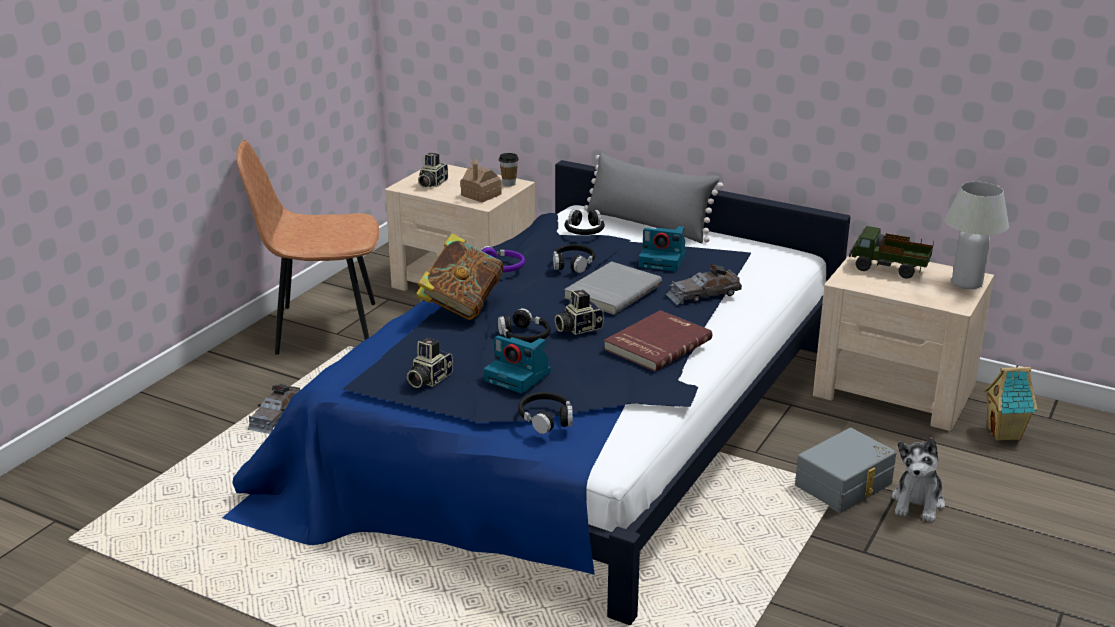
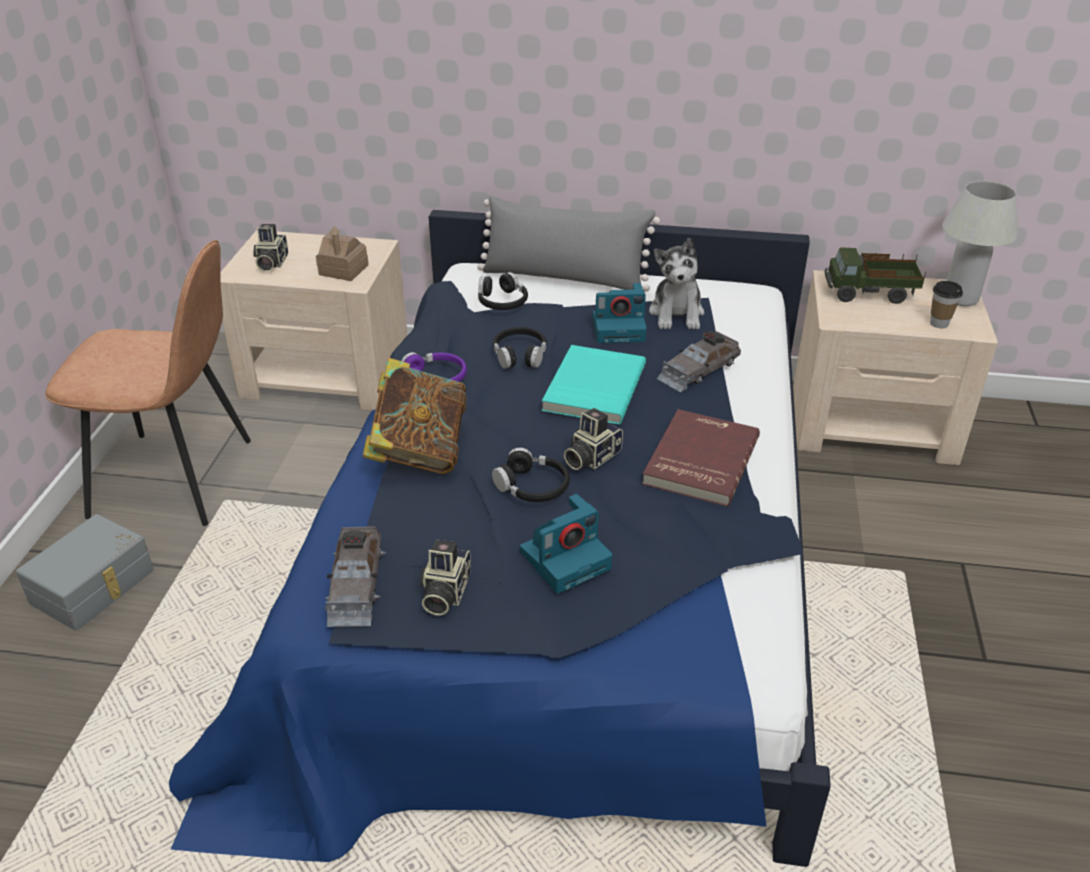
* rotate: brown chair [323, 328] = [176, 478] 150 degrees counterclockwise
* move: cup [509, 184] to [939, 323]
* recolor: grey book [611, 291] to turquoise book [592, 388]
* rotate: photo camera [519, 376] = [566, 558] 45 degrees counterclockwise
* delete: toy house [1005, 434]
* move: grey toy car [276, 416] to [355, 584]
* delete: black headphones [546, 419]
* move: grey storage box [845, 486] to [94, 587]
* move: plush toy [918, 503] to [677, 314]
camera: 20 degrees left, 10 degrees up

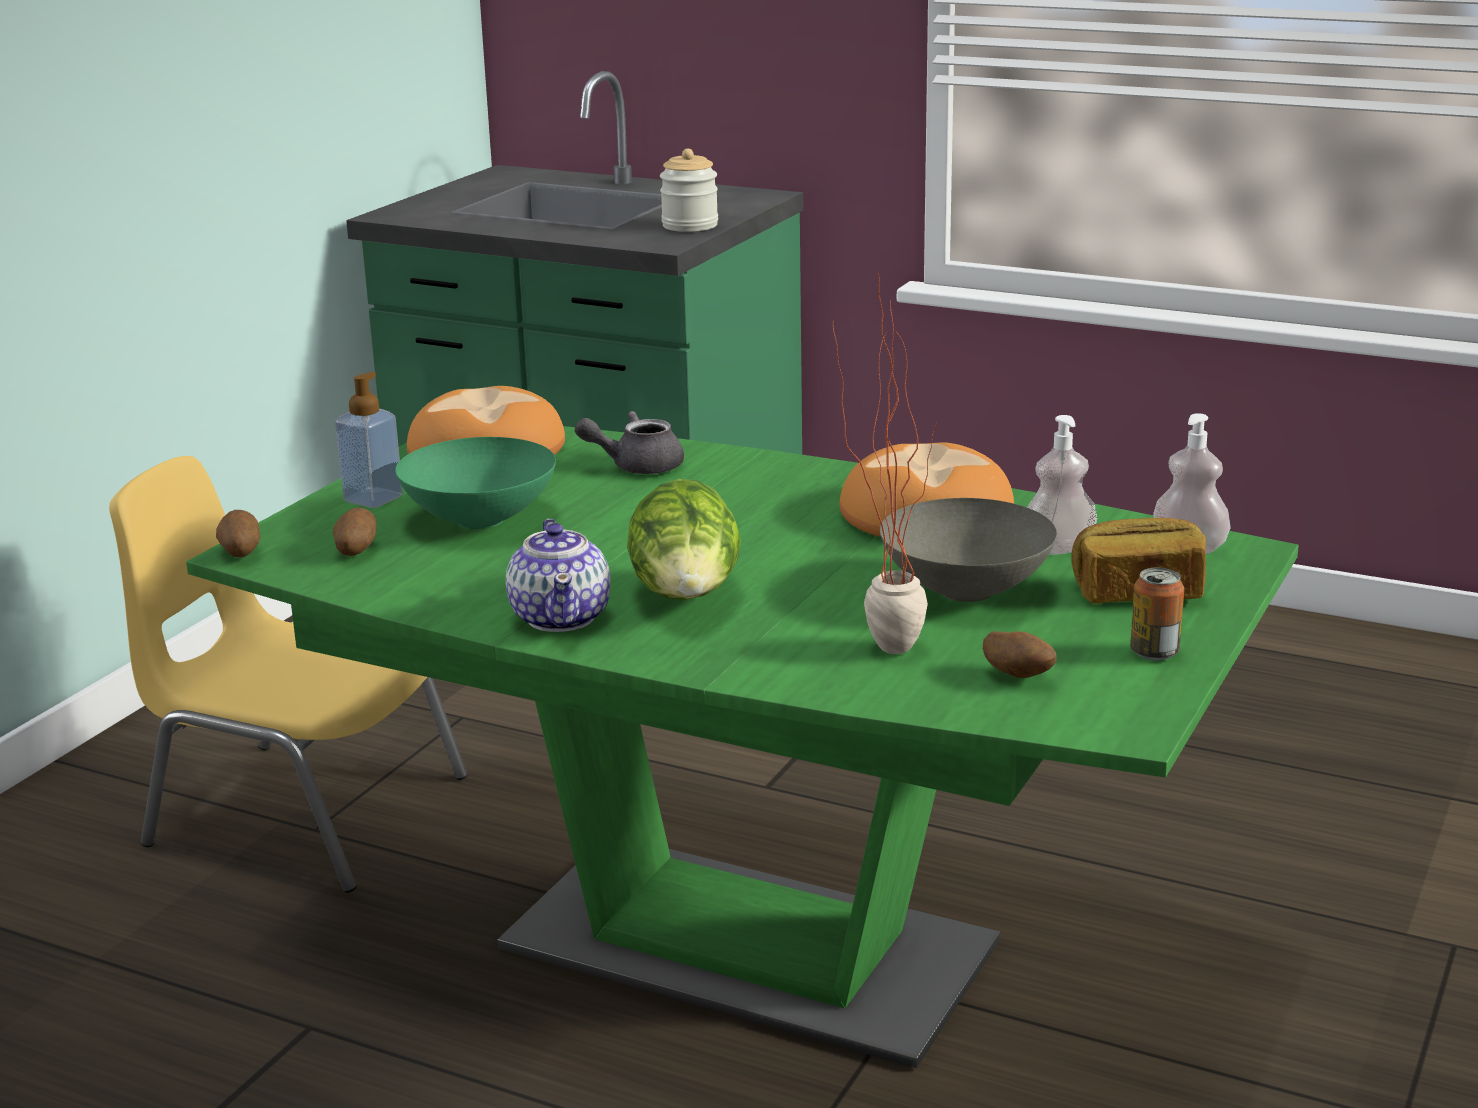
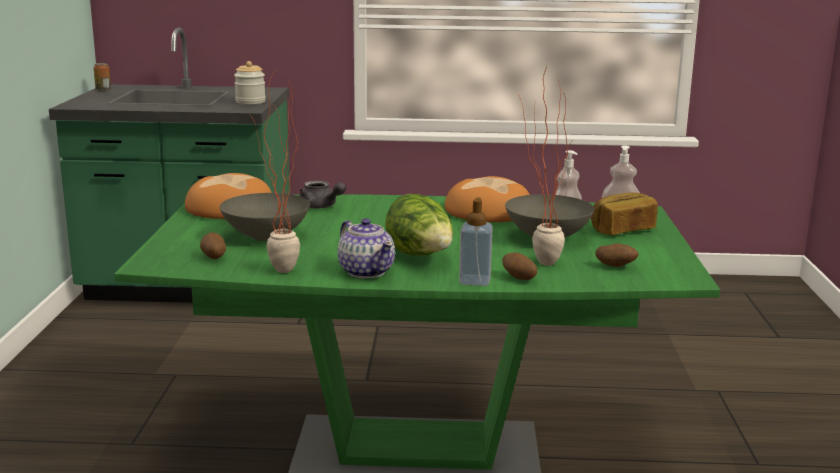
* move: soap dispenser [373, 499] to [474, 281]
* rotate: grey teapot [636, 466] = [320, 207] 105 degrees counterclockwise
* recolor: green bowl [478, 520] to grey bowl [266, 237]
* delete: yellow chair [302, 811]
* move: potato [240, 553] to [518, 278]
* move: can [1154, 652] to [103, 89]
* insert: potted plant [278, 274]
camera: 25 degrees left, 5 degrees down

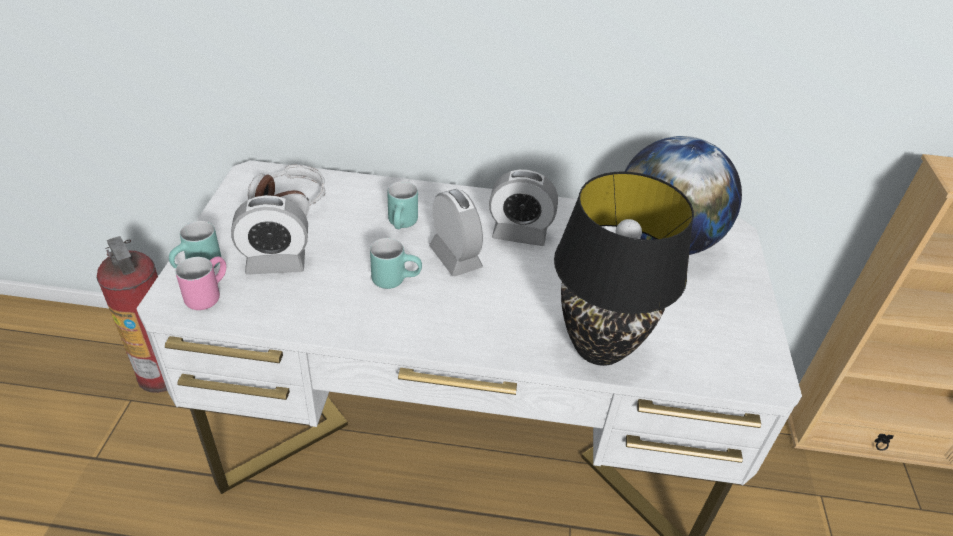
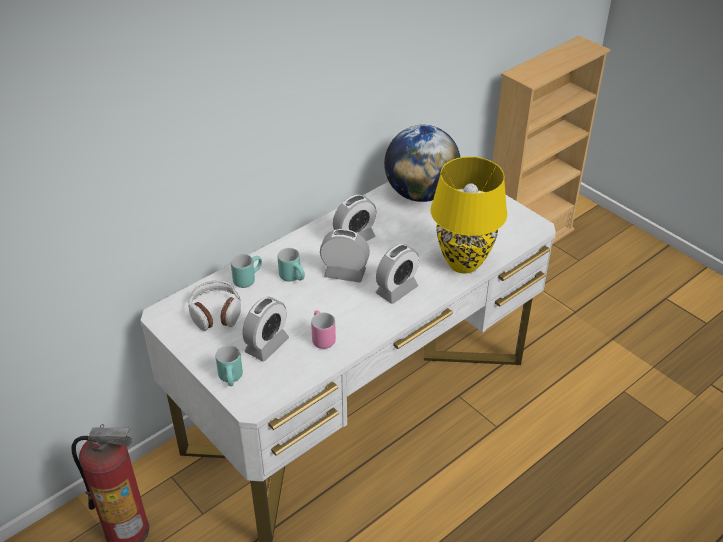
* recolor: black table lamp [599, 348] to yellow table lamp [464, 264]
* move: turquoise mug [396, 279] to [247, 278]
* move: pink mug [207, 294] to [320, 338]
* insert: alarm clock [396, 290]
camera: 45 degrees left, 0 degrees up

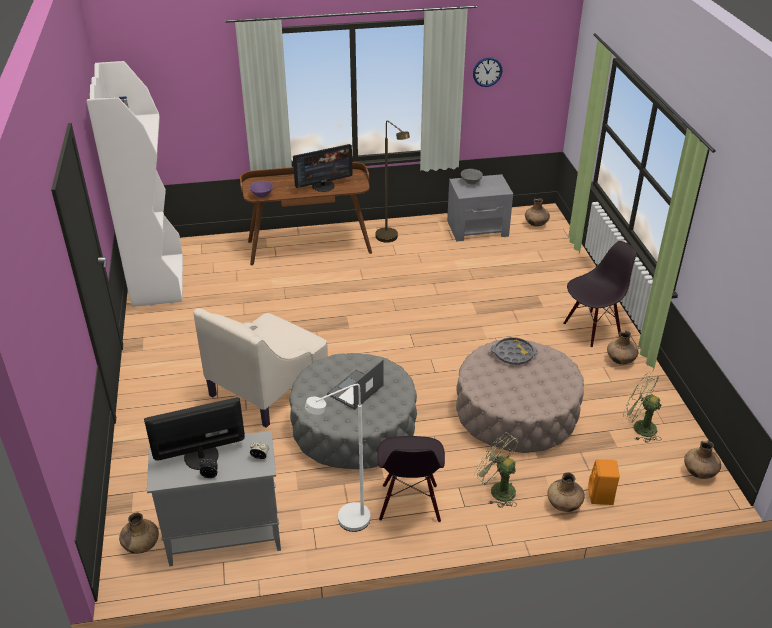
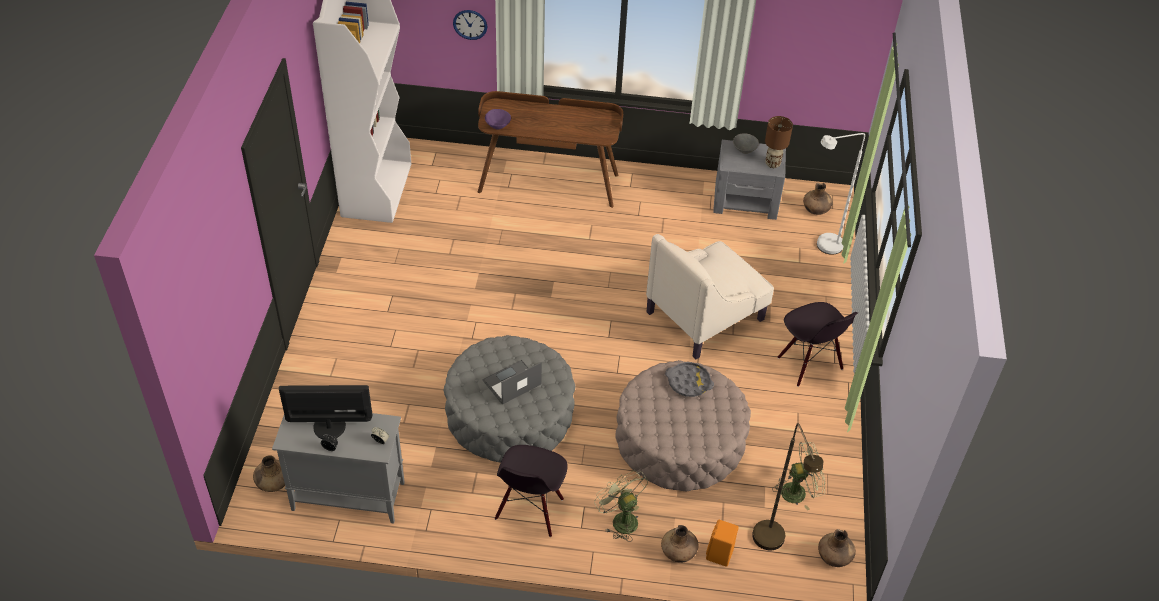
* move: wall clock [487, 72] to [470, 24]
* move: brown floor lamp [390, 239] to [772, 544]
* delete: monitor [323, 186]
* rotate: black chair [592, 329] = [809, 364] 75 degrees clockwise
* move: beige armchair [269, 385] to [706, 315]
* delete: brown vase [620, 360]
* rotate: green fan [639, 427] = [798, 491] 120 degrees clockwise
* move: white floor lamp [346, 523] to [823, 247]
* insert: brown table lamp [772, 164]
camera: 15 degrees right, 10 degrees up

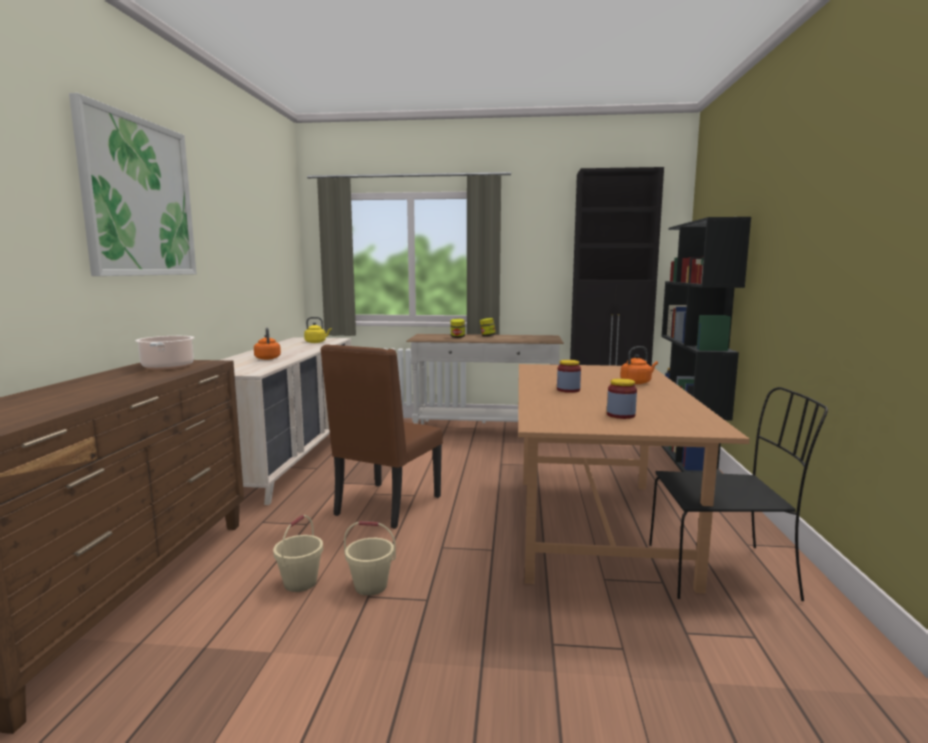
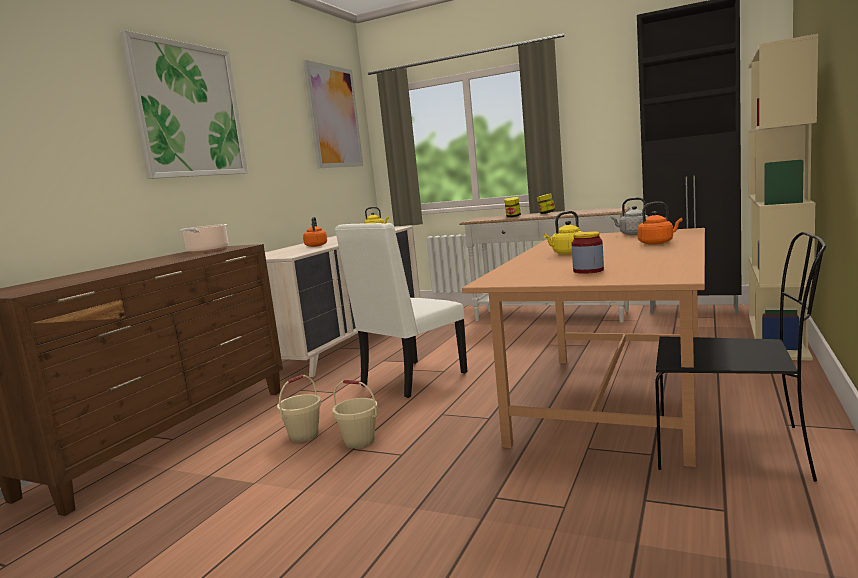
* recolor: black bookcase [687, 457] to beige bookcase [778, 336]
* recolor: brown chair [386, 506] to white chair [411, 380]
* replace: jar [568, 390] to yellow kettle [567, 253]
* insert: picture [334, 117]
* insert: grey kettle [633, 234]
camera: 20 degrees right, 0 degrees up

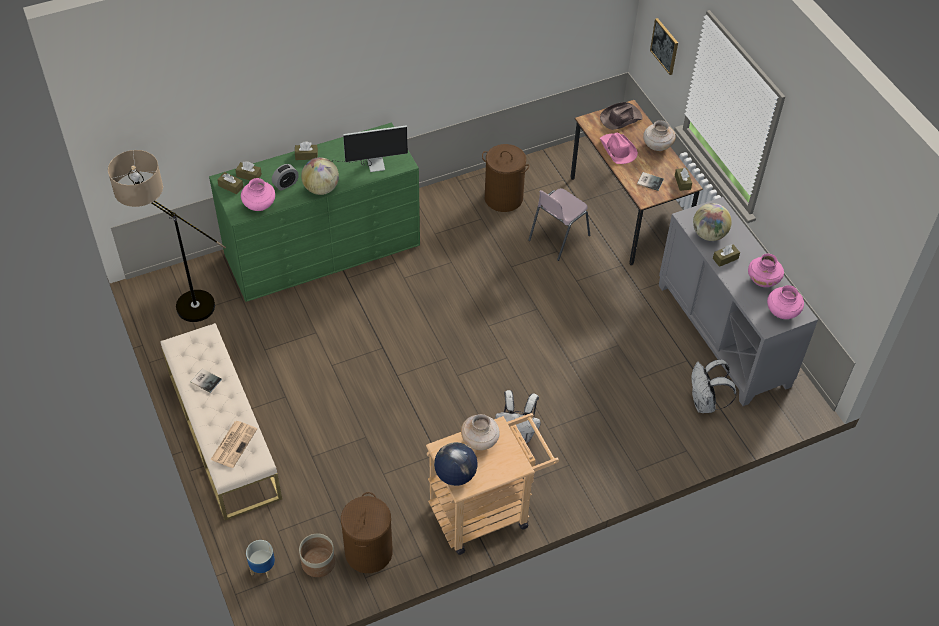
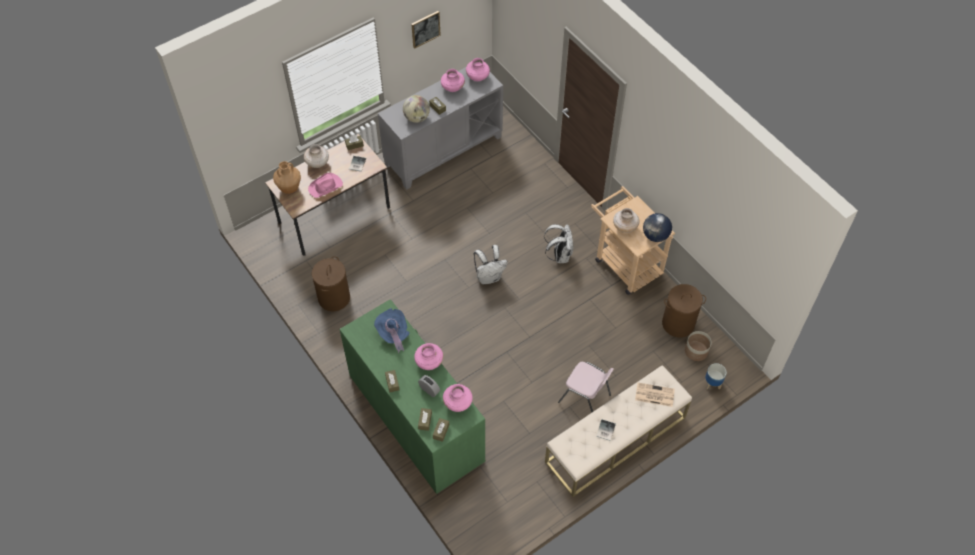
* move: picture [665, 46] to [425, 29]
* replace: brown hat [620, 118] to brown vase [289, 188]
* replace: monitor [369, 164] to blue hat [393, 334]
* delete: floor lamp [180, 304]
* replace: globe [321, 188] to pink vase [429, 362]
* move: pink chair [557, 237] to [585, 399]
* move: white backpack [705, 403] to [489, 277]
camera: 100 degrees left, 5 degrees up

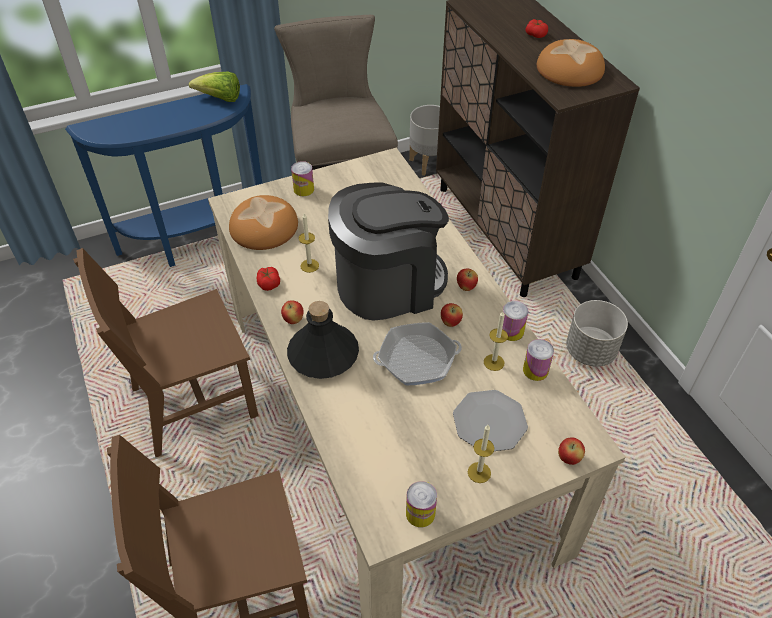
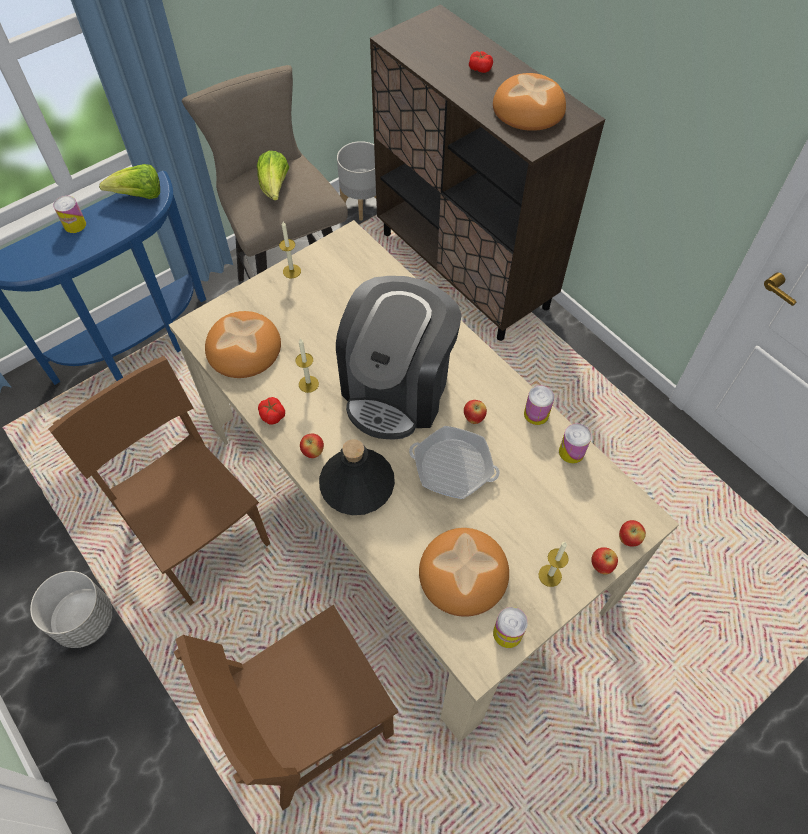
* move: can [303, 189] to [75, 225]
* rotate: coffee machine [388, 284] = [398, 388] 150 degrees clockwise
* rotate: brown chair [194, 402] = [199, 534] 90 degrees clockwise
* move: apple [466, 287] to [601, 565]
* move: grey planter [590, 351] to [85, 619]
* move: candle [494, 362] to [292, 271]
* rotate: frying pan [417, 359] = [453, 467] 45 degrees clockwise
* delete: plate [489, 421]
* insert: lettuce [275, 188]
* insert: bread [463, 574]
camera: 15 degrees left, 10 degrees up

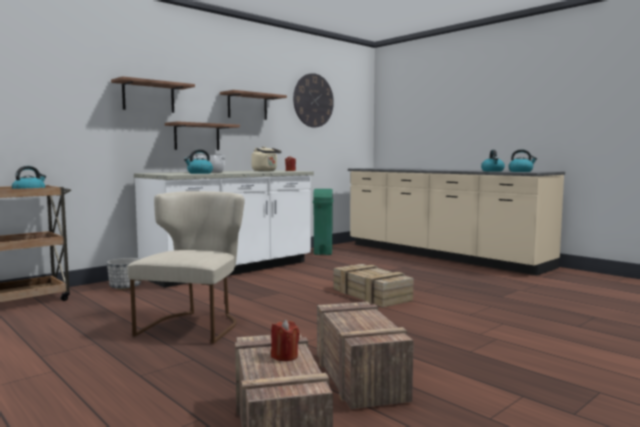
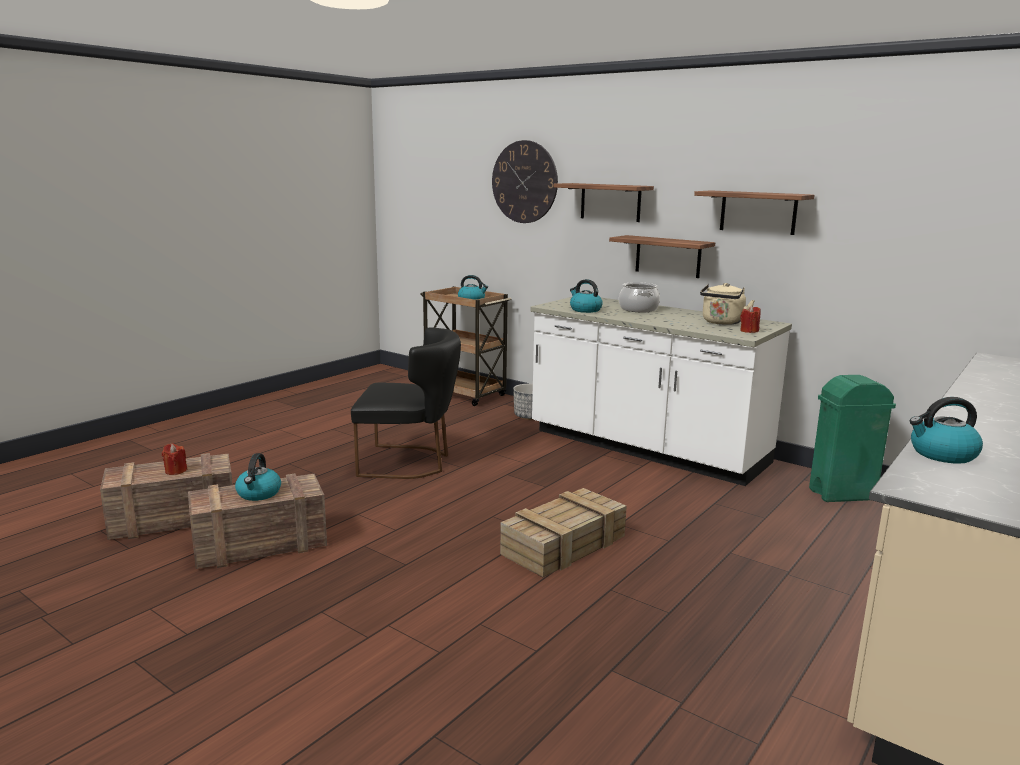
* move: wall clock [313, 100] to [524, 182]
* move: kettle [521, 171] to [259, 494]
* recolor: beige chair [195, 325] to black chair [410, 462]
camera: 80 degrees right, 10 degrees up

